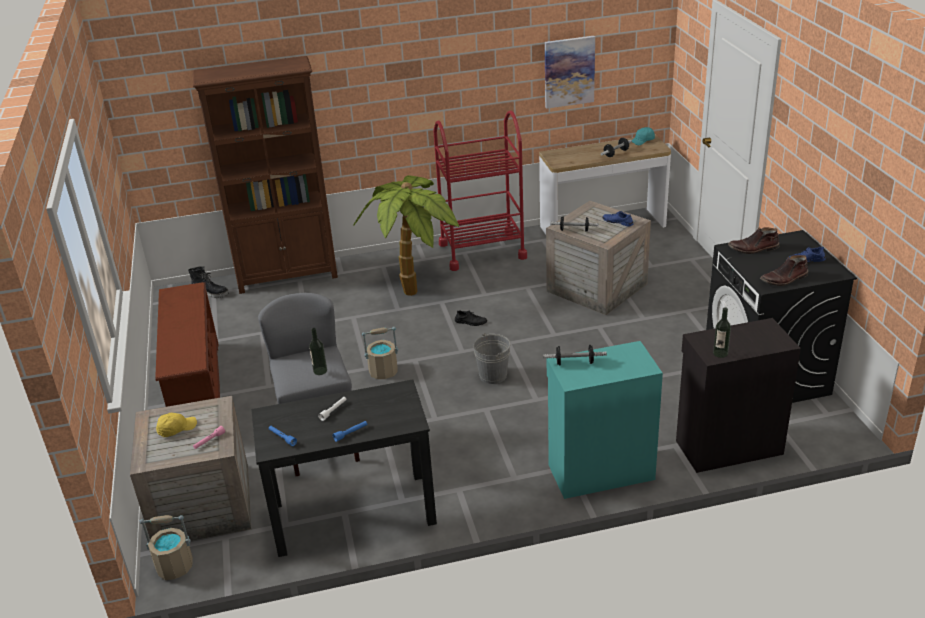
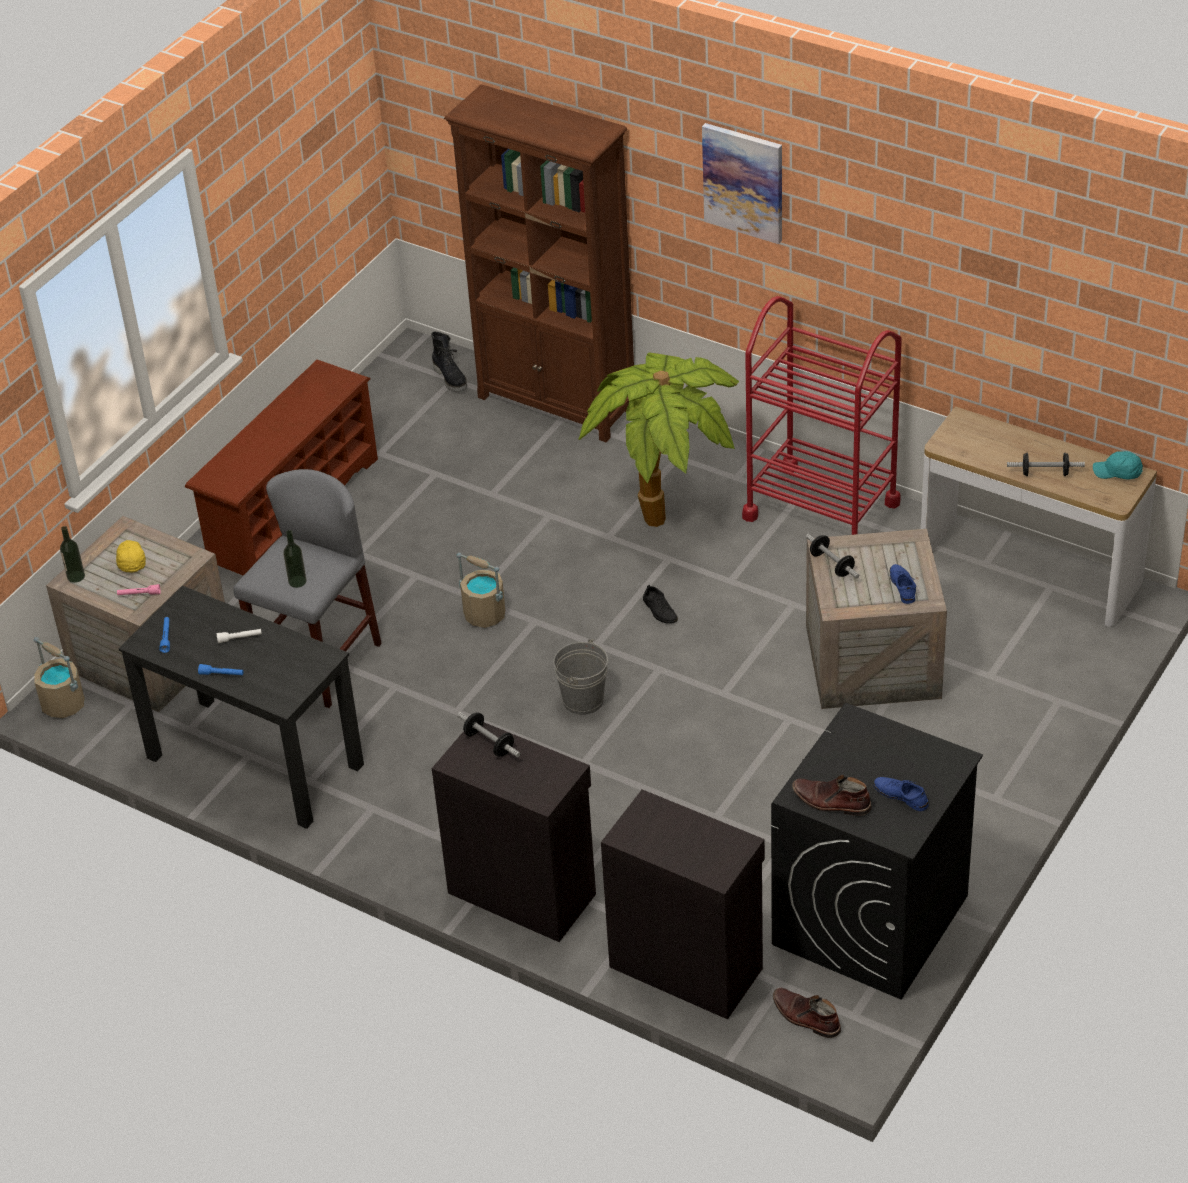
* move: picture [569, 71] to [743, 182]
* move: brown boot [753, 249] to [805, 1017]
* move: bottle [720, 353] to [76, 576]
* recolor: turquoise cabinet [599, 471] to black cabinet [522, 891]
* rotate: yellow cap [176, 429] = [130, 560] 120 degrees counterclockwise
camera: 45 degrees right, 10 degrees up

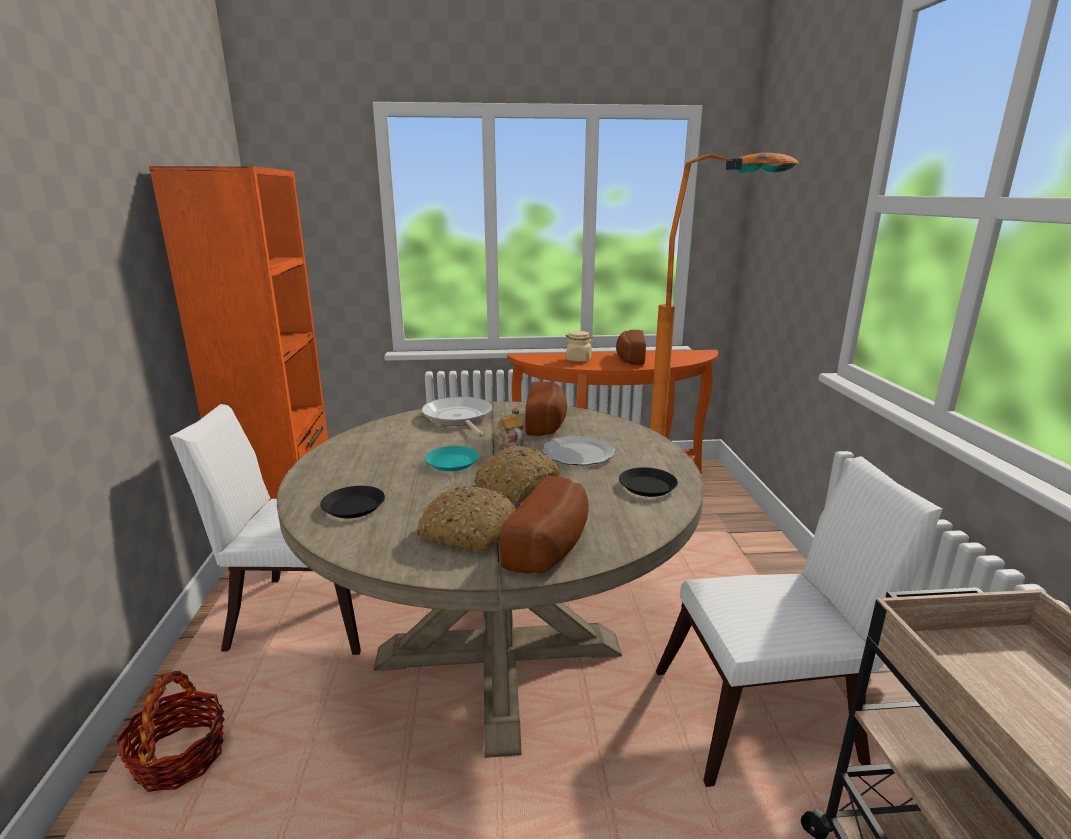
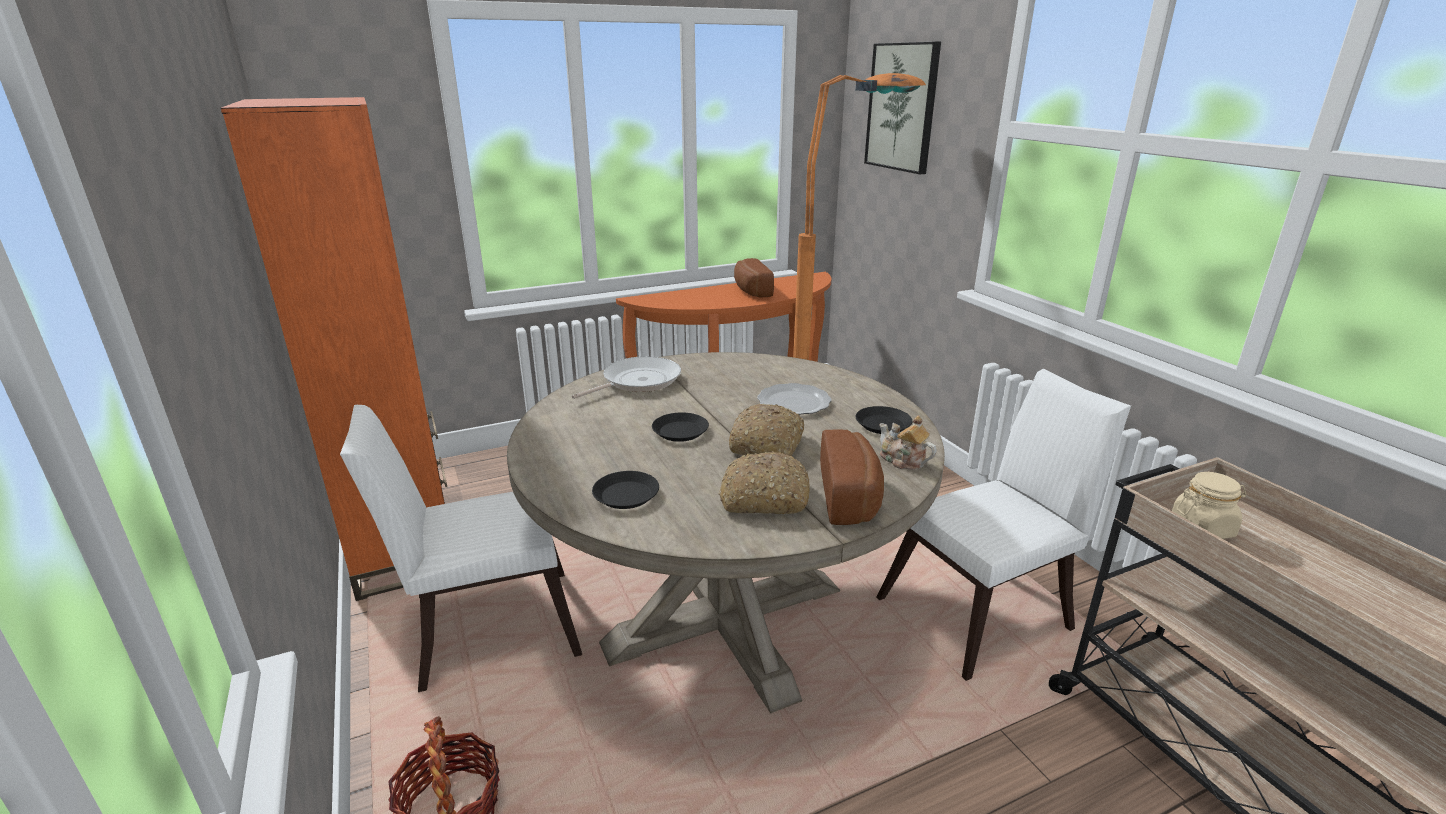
* move: beige jar [579, 359] to [1202, 528]
* delete: bread [547, 423]
* rotate: frying pan [458, 418] = [637, 381] 90 degrees clockwise
* move: teapot [509, 445] to [902, 460]
* recolor: turquoise plate [452, 463] to black plate [680, 431]
* insert: picture [902, 107]
camera: 20 degrees left, 5 degrees up

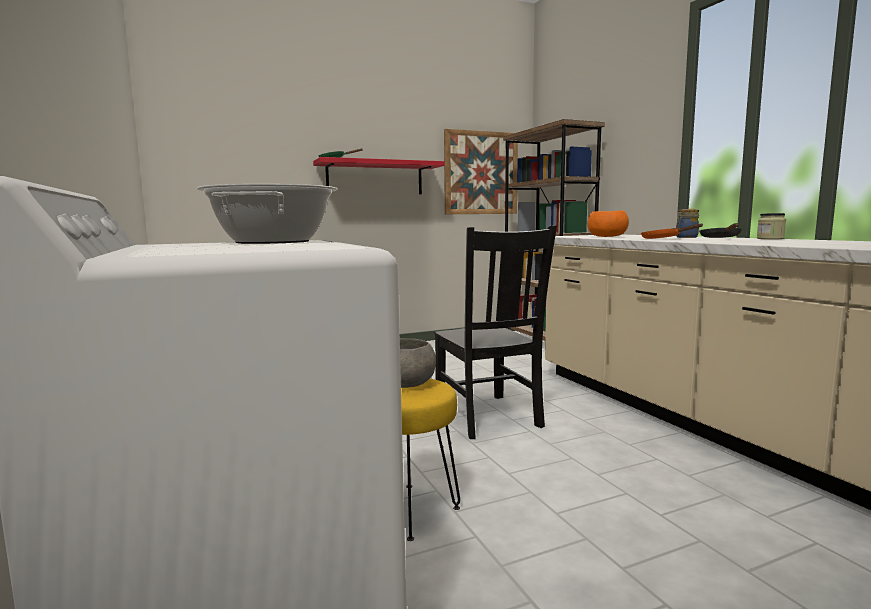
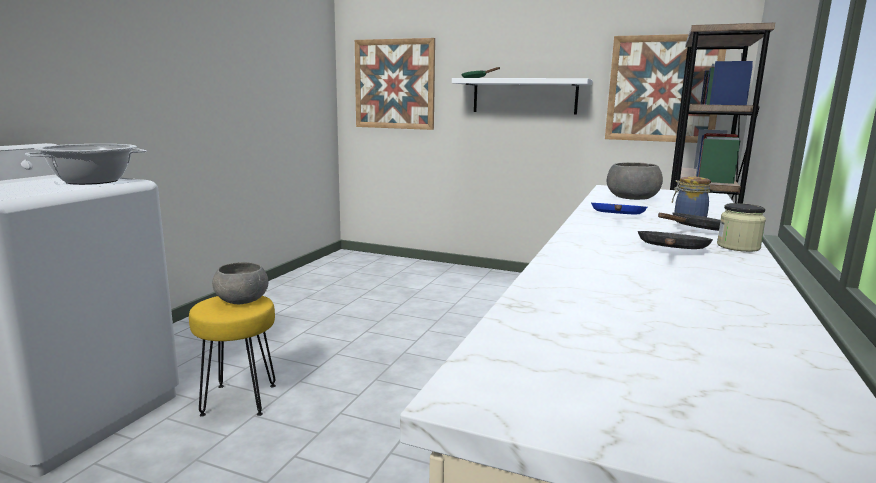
* recolor: red shelf [375, 178] to white shelf [524, 96]
* recolor: orange bowl [606, 236] to grey bowl [631, 198]
* recolor: orange frying pan [664, 239] to blue frying pan [617, 216]
* delete: black chair [488, 417]
* insert: picture [394, 84]
* insert: black frying pan [672, 250]
camera: 45 degrees right, 5 degrees up

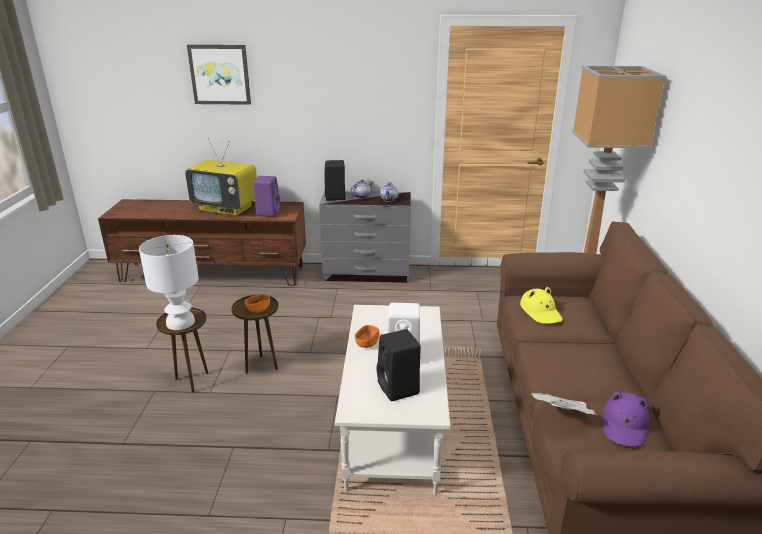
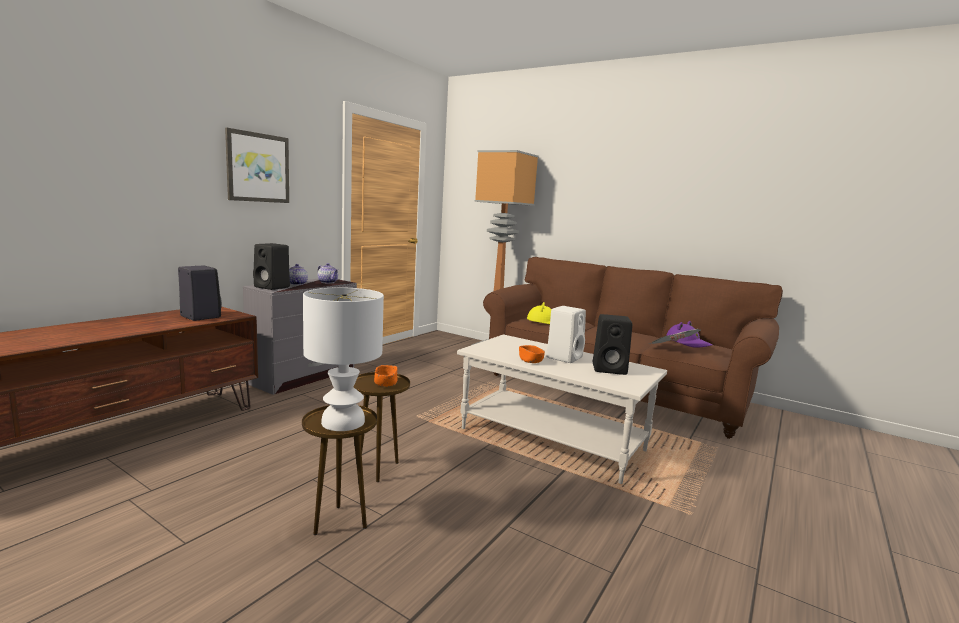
* move: picture [220, 74] to [257, 167]
* delete: television [226, 208]
* recolor: purple speaker [268, 212] to black speaker [199, 316]
camera: 60 degrees left, 15 degrees down

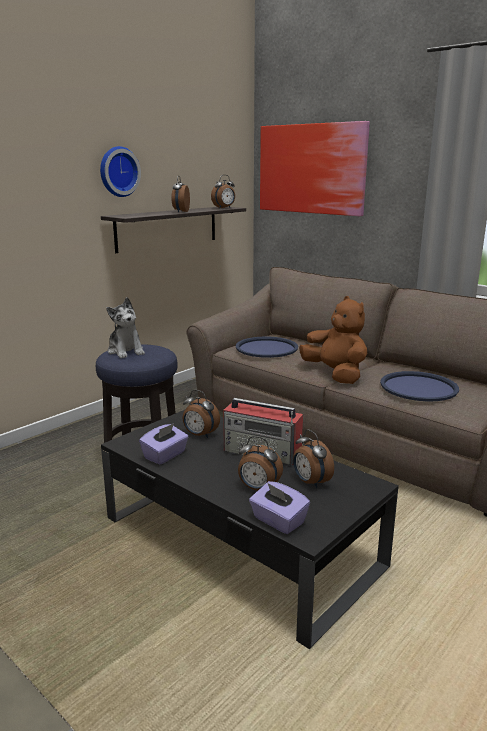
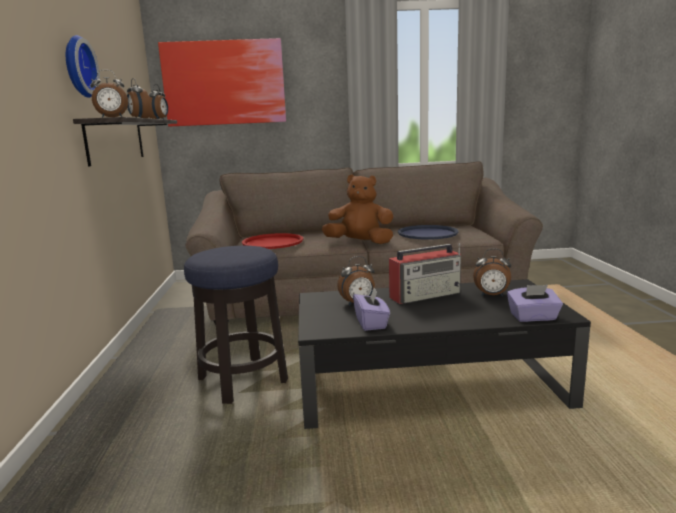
* delete: plush toy [126, 351]
* recolor: blue tray [266, 348] to red tray [273, 242]
* move: alarm clock [258, 488] to [112, 117]
camera: 45 degrees left, 5 degrees down

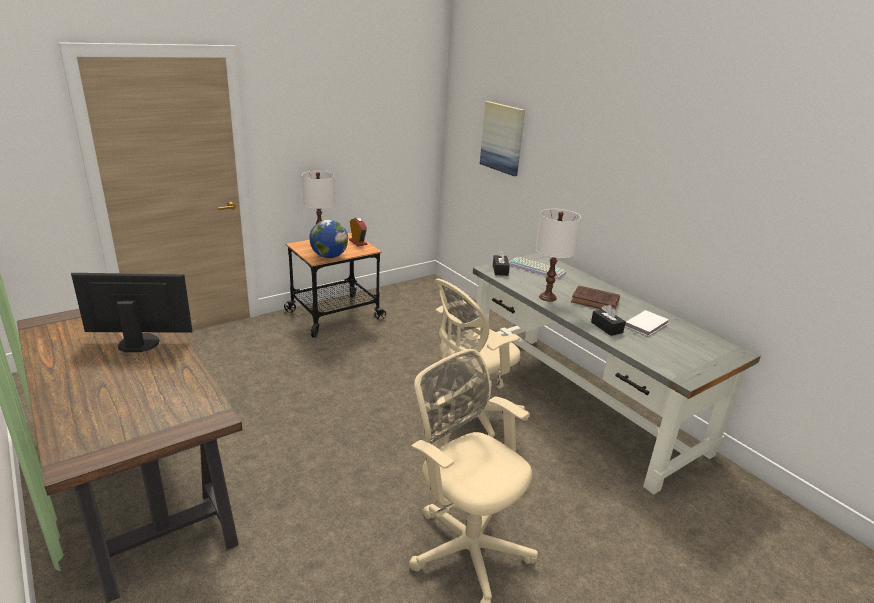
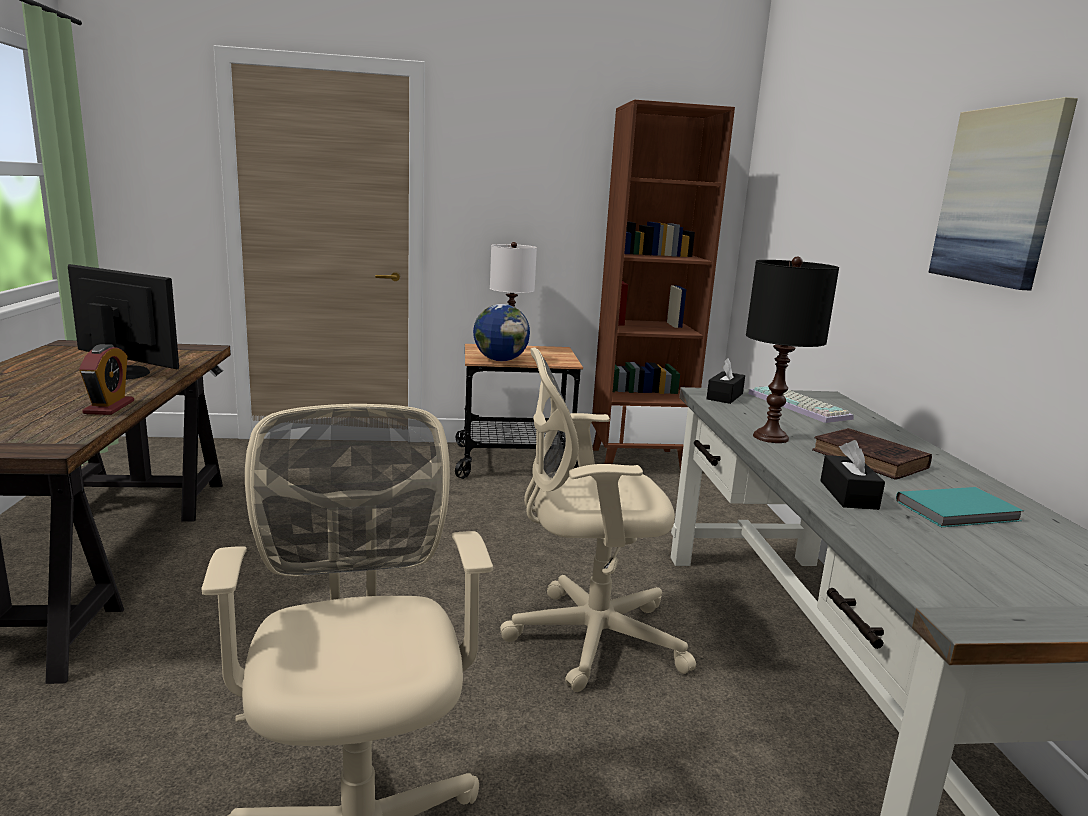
* move: picture [502, 138] to [999, 196]
* recolor: white table lamp [547, 297] to black table lamp [770, 437]
* move: alarm clock [358, 242] to [109, 407]
* recolor: white book [647, 324] to turquoise book [960, 511]
* insert: brown bookcase [638, 460]
camera: 30 degrees right, 10 degrees down

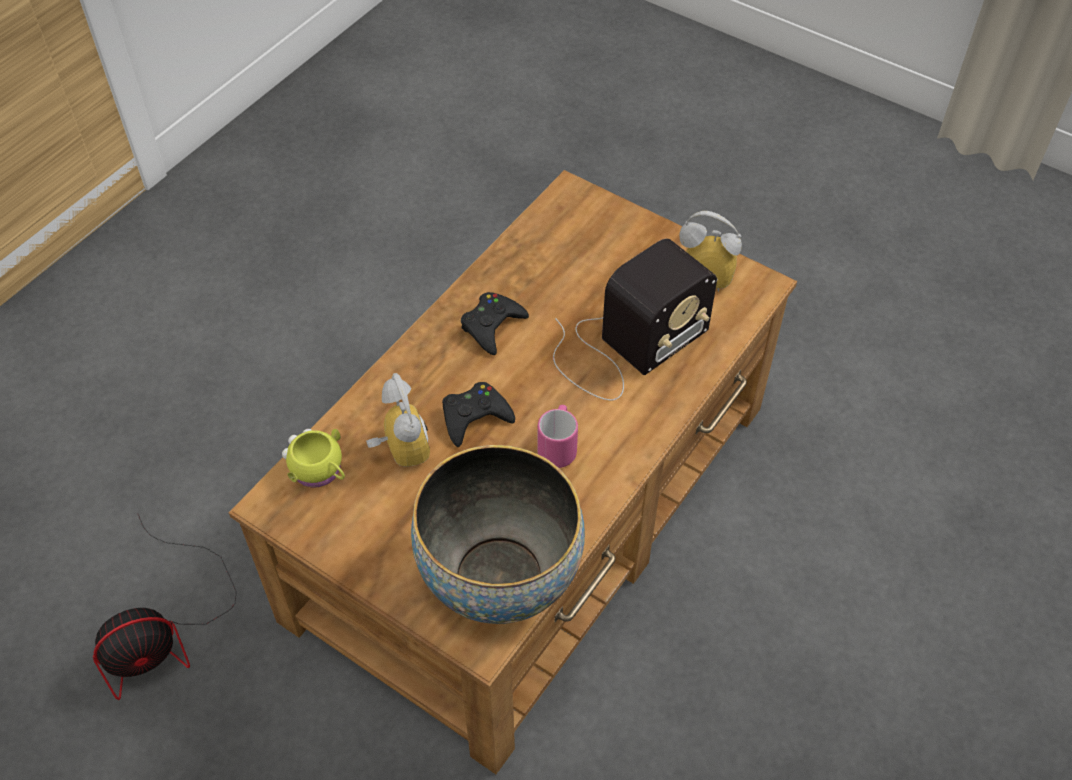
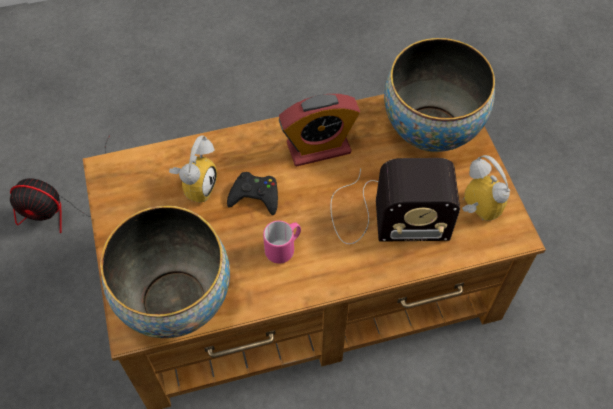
* replace: black game controller [492, 326] to alarm clock [318, 148]
* delete: yellow mug [320, 471]
* insert: bowl [431, 130]
camera: 40 degrees right, 5 degrees up

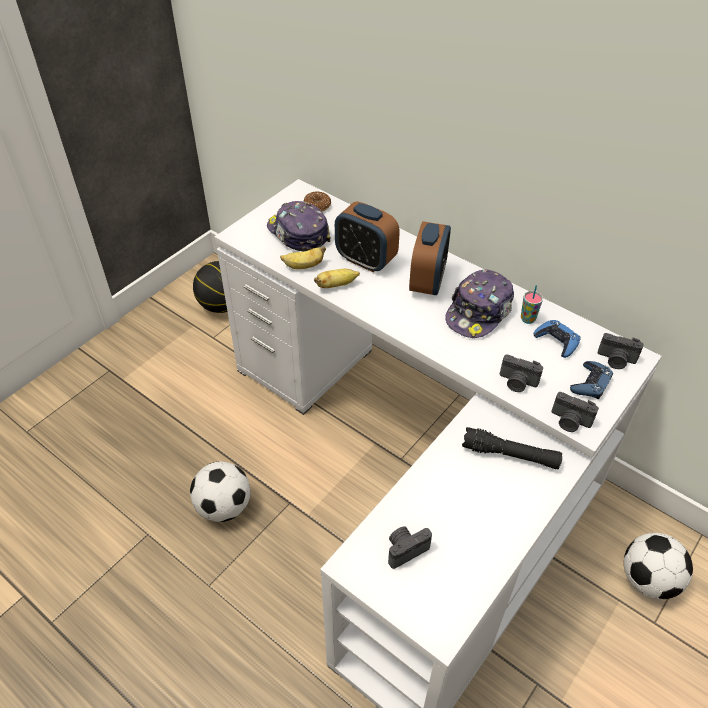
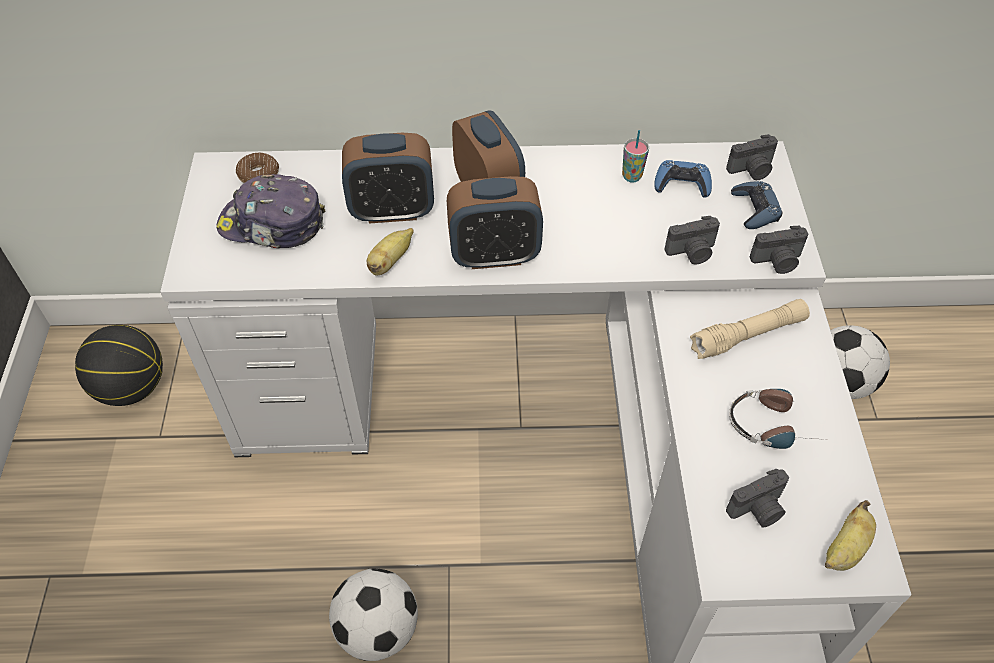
* move: banana [303, 266] to [845, 549]
* delete: cap [479, 312]
* recolor: black flashlight [510, 455] to beige flashlight [748, 336]
* rotate: photo camera [405, 549] = [758, 510] 135 degrees counterclockwise
* insert: alarm clock [494, 255]
* insert: headphones [774, 425]
camera: 40 degrees left, 5 degrees up

